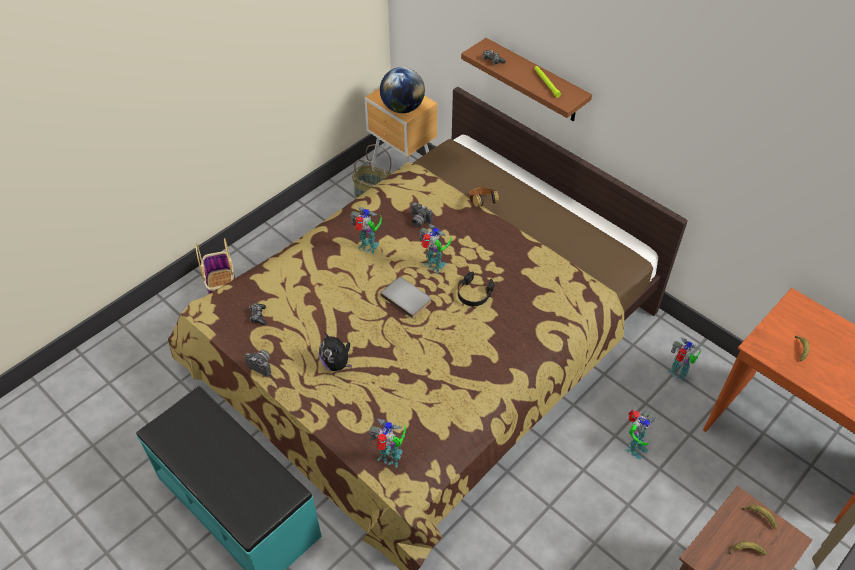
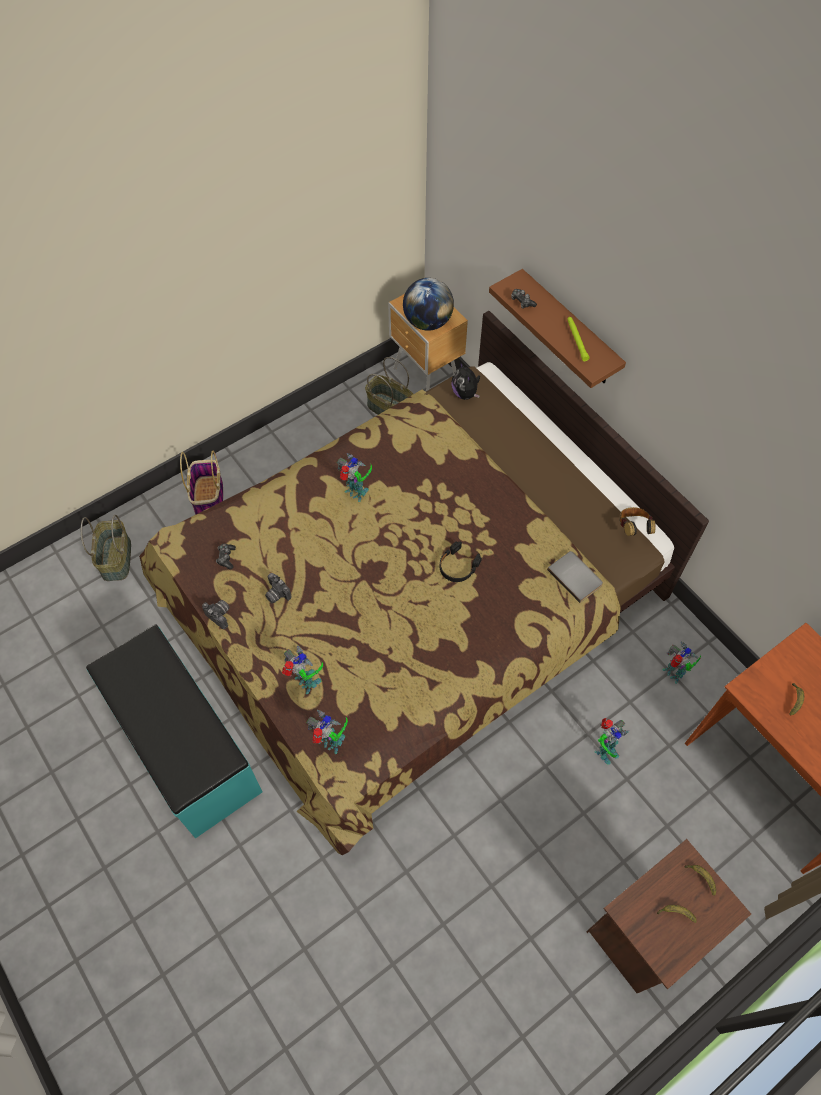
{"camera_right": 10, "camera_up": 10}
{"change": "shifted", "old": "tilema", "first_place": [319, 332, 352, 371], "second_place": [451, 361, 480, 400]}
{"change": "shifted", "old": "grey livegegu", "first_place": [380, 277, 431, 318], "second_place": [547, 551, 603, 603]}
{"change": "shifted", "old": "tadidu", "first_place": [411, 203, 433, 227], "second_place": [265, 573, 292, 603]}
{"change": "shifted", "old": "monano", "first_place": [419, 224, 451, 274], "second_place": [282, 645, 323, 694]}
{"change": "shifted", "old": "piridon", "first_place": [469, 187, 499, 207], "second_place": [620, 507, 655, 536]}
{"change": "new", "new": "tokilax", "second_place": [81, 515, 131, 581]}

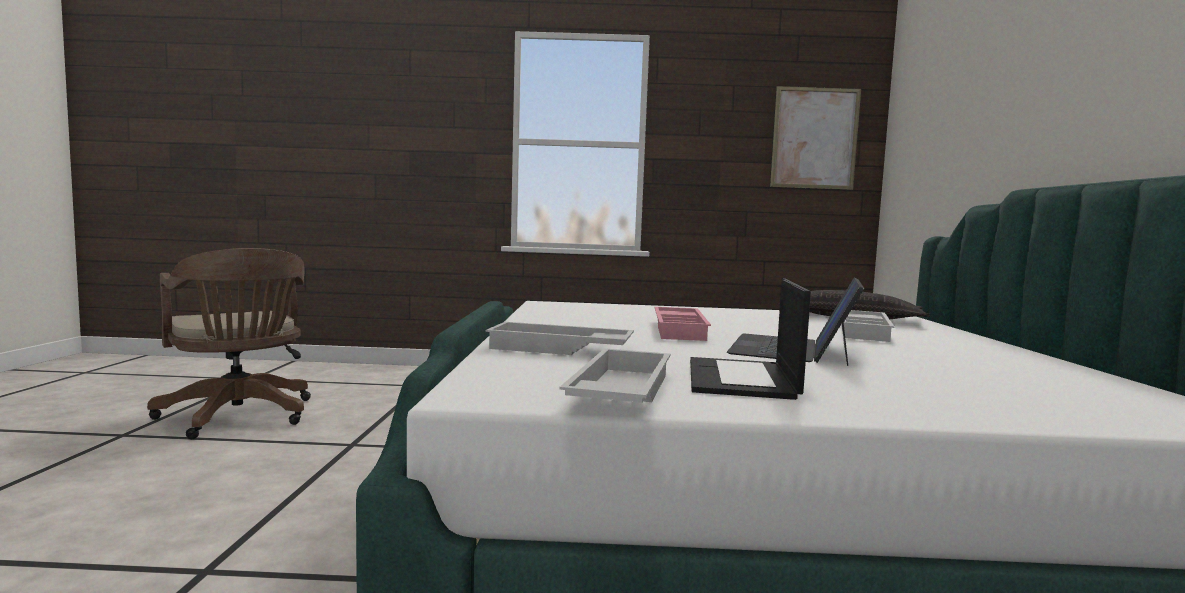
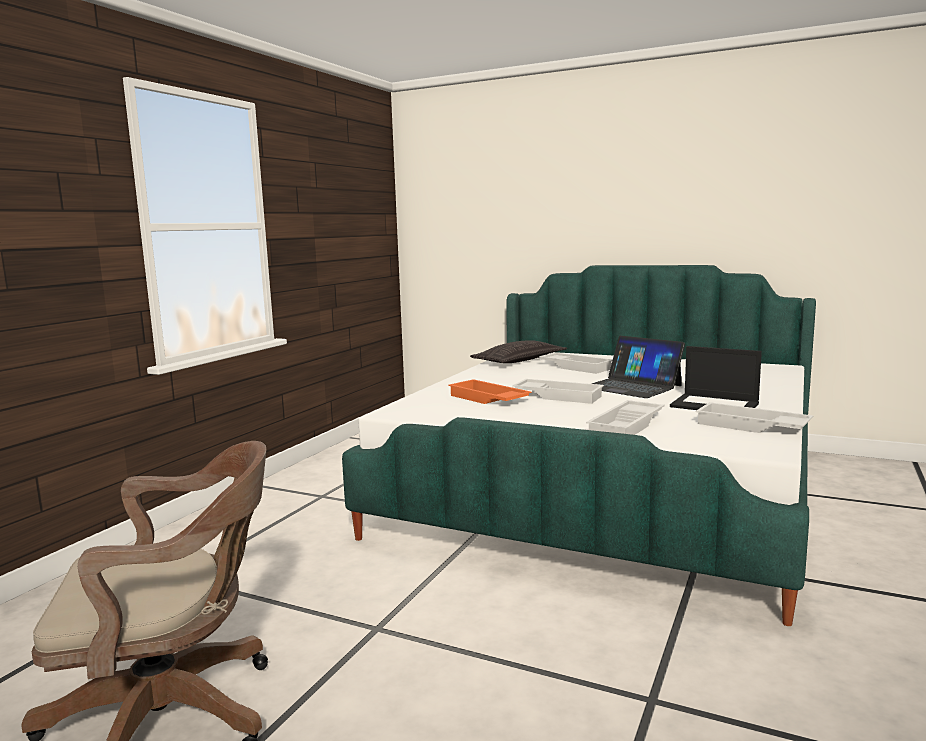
{"camera_right": -65, "camera_up": 5}
{"change": "repainted", "old": "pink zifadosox", "new": "white zifadosox", "first_place": [654, 307, 711, 341], "second_place": [512, 379, 604, 404]}
{"change": "gone", "old": "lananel", "first_place": [770, 86, 861, 190]}
{"change": "new", "new": "orange zifadosox", "second_place": [448, 379, 532, 404]}

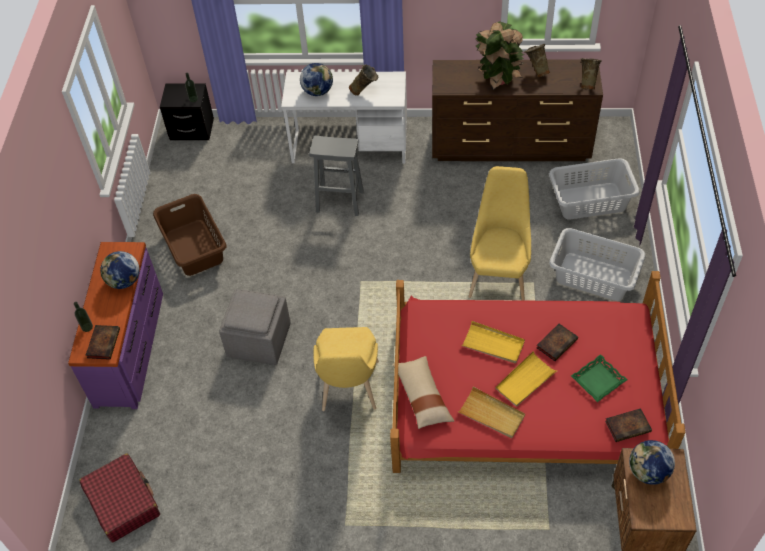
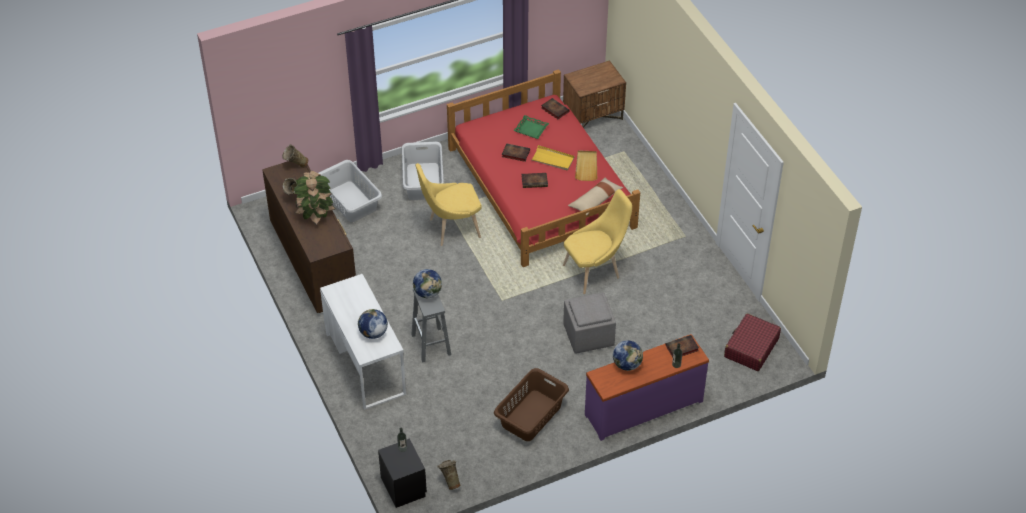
{"camera_right": -120, "camera_up": -5}
{"change": "shifted", "old": "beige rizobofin", "first_place": [349, 64, 379, 96], "second_place": [437, 460, 460, 490]}
{"change": "swapped", "old": "yellow zifadosox", "new": "livegegu", "first_place": [461, 321, 525, 363], "second_place": [521, 173, 548, 188]}
{"change": "shifted", "old": "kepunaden", "first_place": [629, 440, 675, 485], "second_place": [413, 269, 442, 298]}

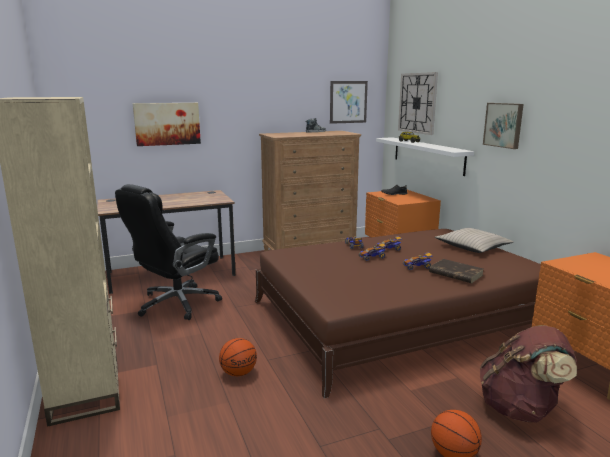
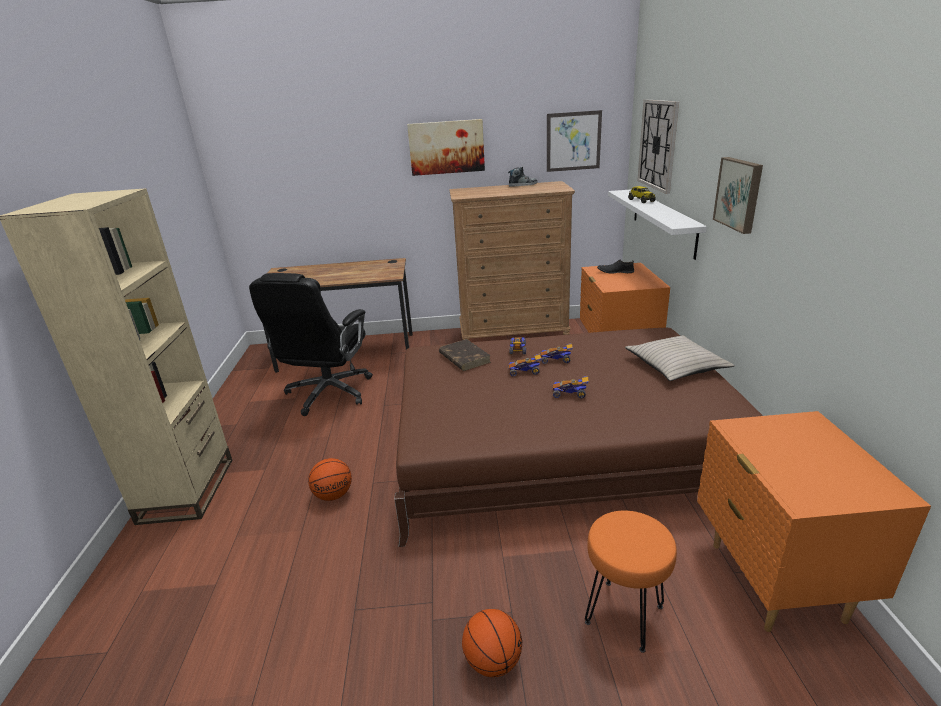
{"camera_right": 20, "camera_up": 10}
{"change": "rotated", "old": "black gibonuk", "first_place": [115, 184, 222, 320], "second_place": [249, 273, 373, 416], "degrees": -45}
{"change": "shifted", "old": "lananel", "first_place": [133, 103, 201, 146], "second_place": [407, 119, 485, 176]}
{"change": "shifted", "old": "brown livegegu", "first_place": [429, 259, 483, 283], "second_place": [439, 339, 491, 371]}
{"change": "swapped", "old": "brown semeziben", "new": "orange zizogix", "first_place": [480, 326, 577, 423], "second_place": [585, 511, 677, 653]}

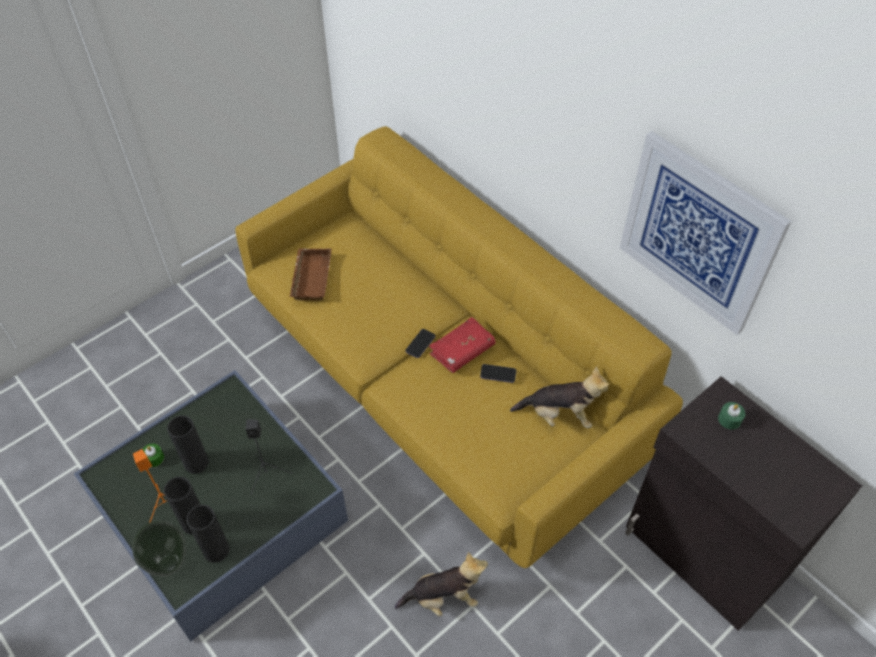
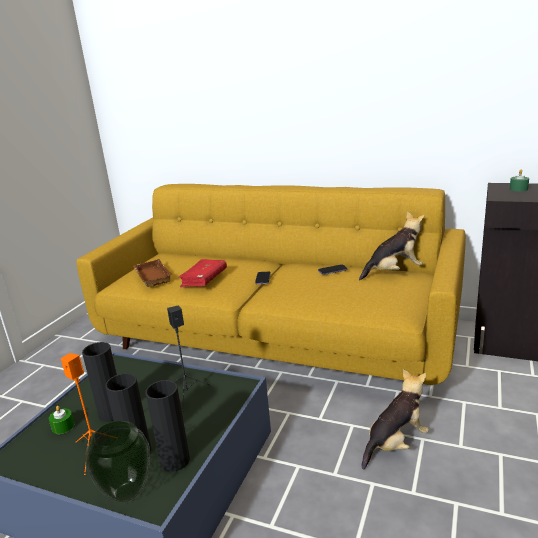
{"camera_right": -25, "camera_up": -30}
{"change": "shifted", "old": "red livegegu", "first_place": [429, 317, 496, 373], "second_place": [178, 259, 227, 287]}
{"change": "gone", "old": "lananel", "first_place": [620, 131, 792, 335]}

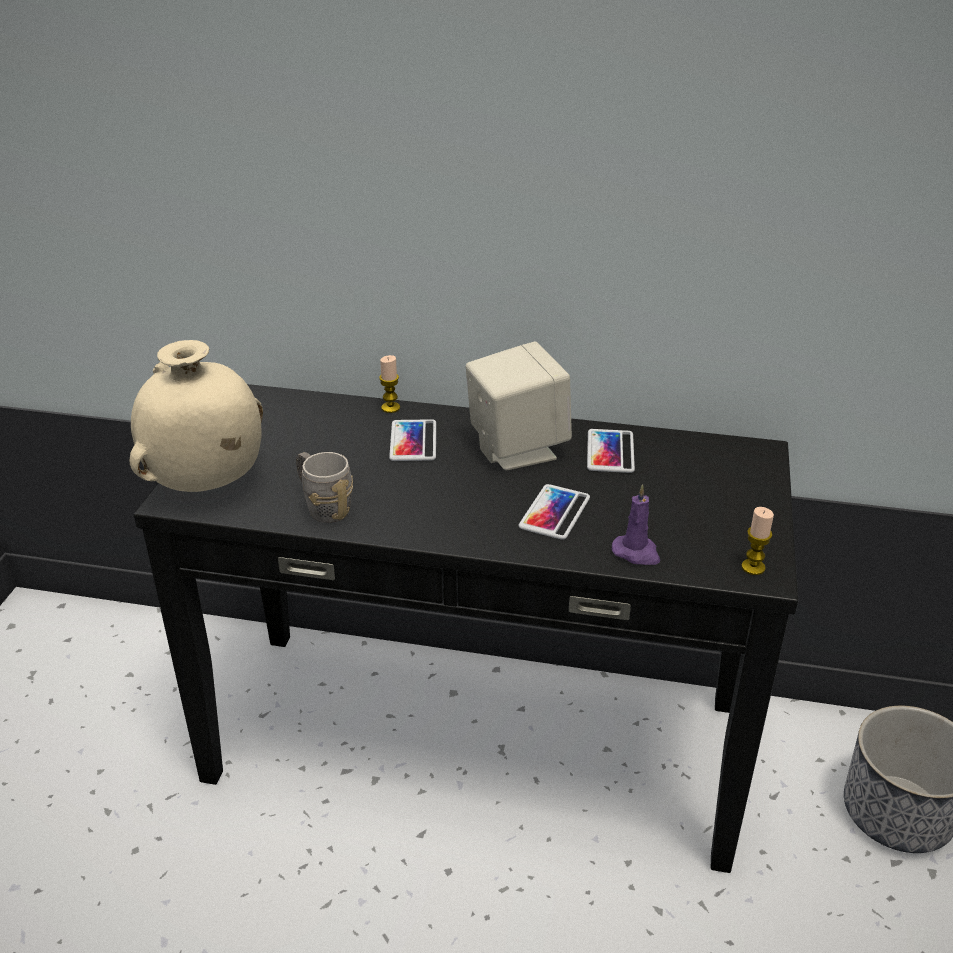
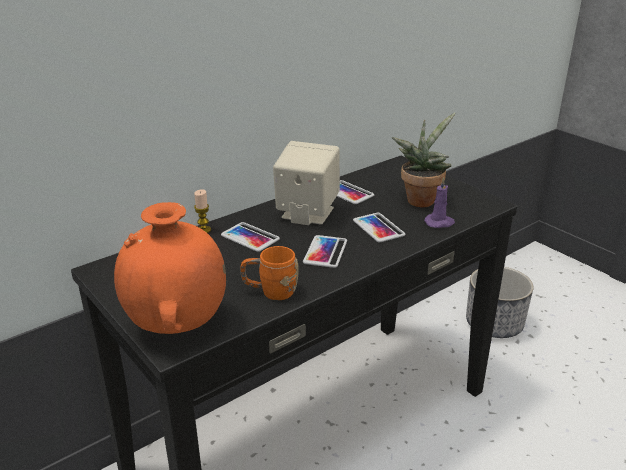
{"camera_right": -50, "camera_up": -5}
{"change": "repainted", "old": "beige rizobofin", "new": "orange rizobofin", "first_place": [130, 340, 263, 492], "second_place": [114, 202, 226, 334]}
{"change": "repainted", "old": "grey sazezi", "new": "orange sazezi", "first_place": [296, 452, 353, 523], "second_place": [241, 246, 299, 300]}
{"change": "gone", "old": "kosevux", "first_place": [741, 507, 774, 575]}
{"change": "new", "new": "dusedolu", "second_place": [303, 235, 347, 268]}
{"change": "new", "new": "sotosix", "second_place": [392, 113, 455, 207]}

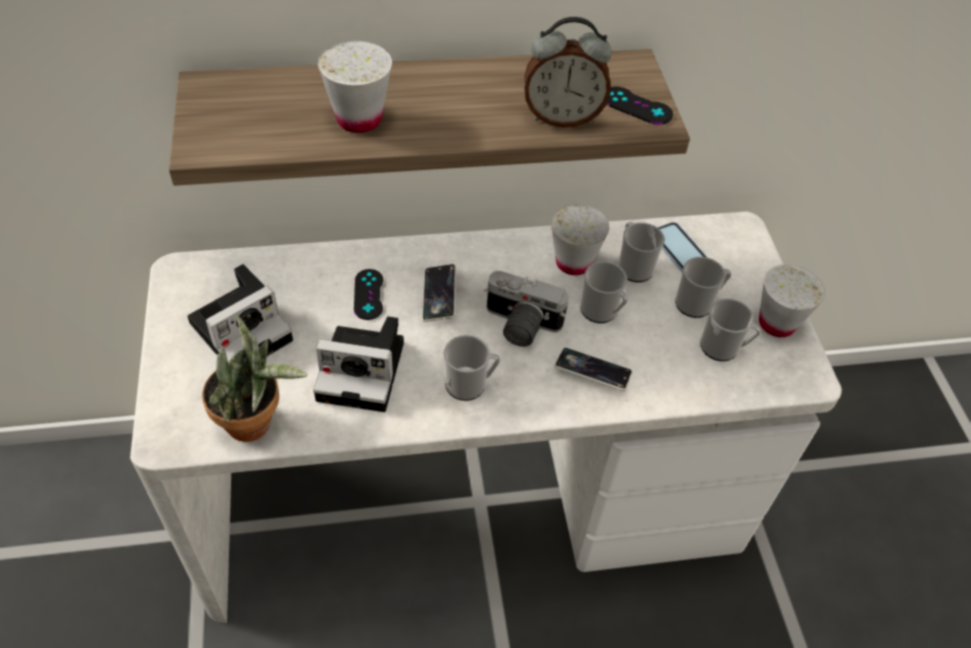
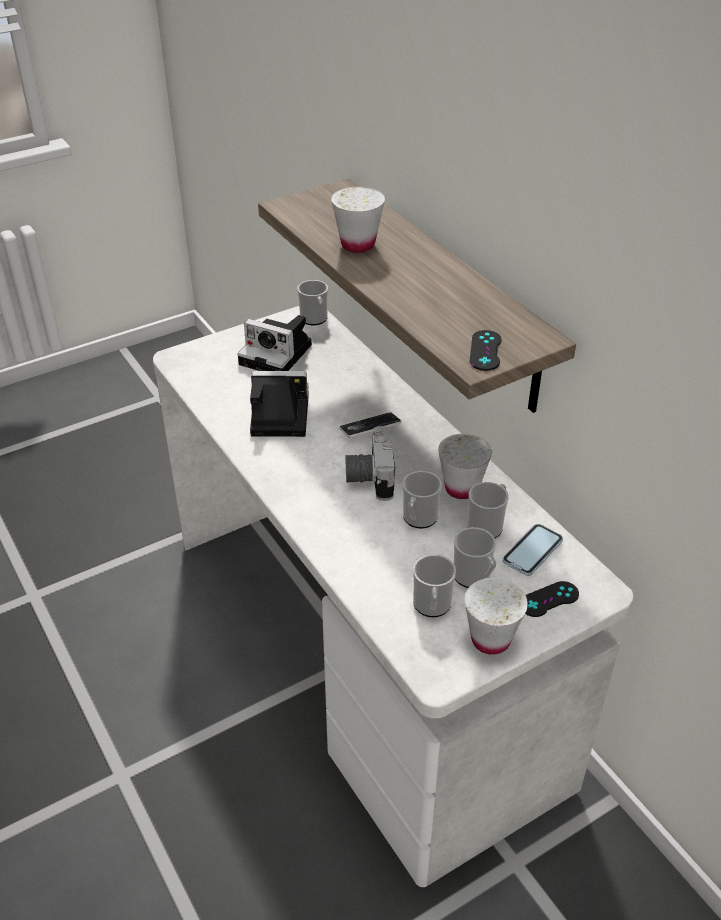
{"camera_right": 70, "camera_up": -10}
{"change": "gone", "old": "sotosix", "first_place": [202, 315, 308, 442]}
{"change": "rotated", "old": "tadidu", "first_place": [313, 316, 404, 412], "second_place": [250, 370, 309, 437], "degrees": 105}
{"change": "shifted", "old": "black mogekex", "first_place": [354, 269, 383, 320], "second_place": [525, 581, 579, 617]}
{"change": "shifted", "old": "sazezi", "first_place": [443, 335, 500, 401], "second_place": [297, 280, 328, 325]}
{"change": "gone", "old": "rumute", "first_place": [524, 17, 612, 128]}
{"change": "gone", "old": "dusedolu", "first_place": [555, 348, 632, 391]}

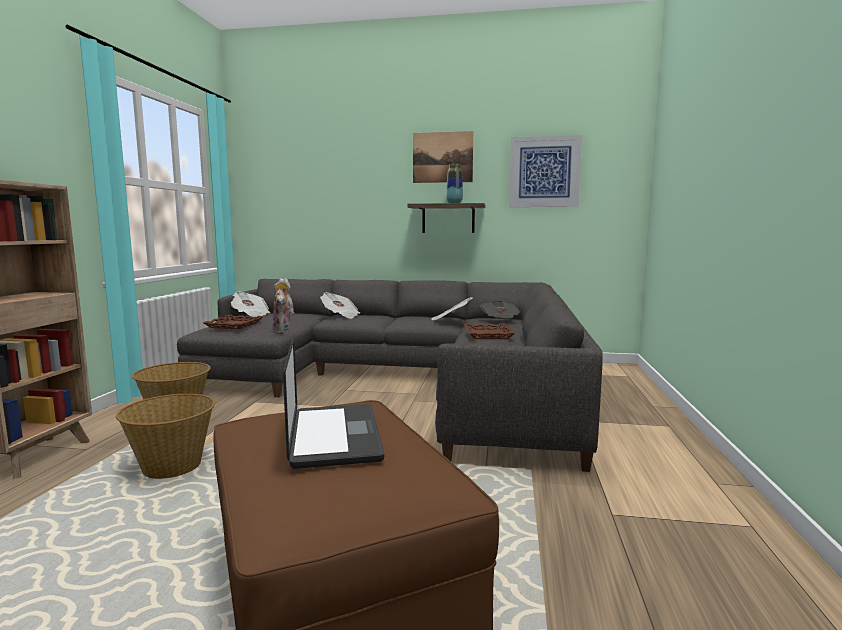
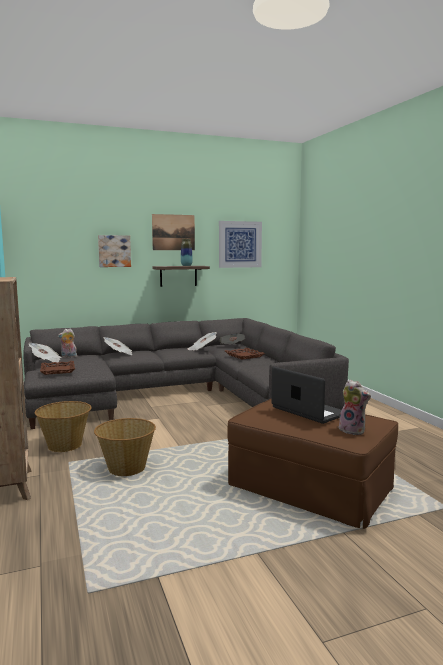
{"camera_right": -30, "camera_up": 0}
{"change": "shifted", "old": "tilema", "first_place": [272, 289, 291, 334], "second_place": [338, 380, 371, 435]}
{"change": "new", "new": "lananel", "second_place": [98, 235, 131, 267]}

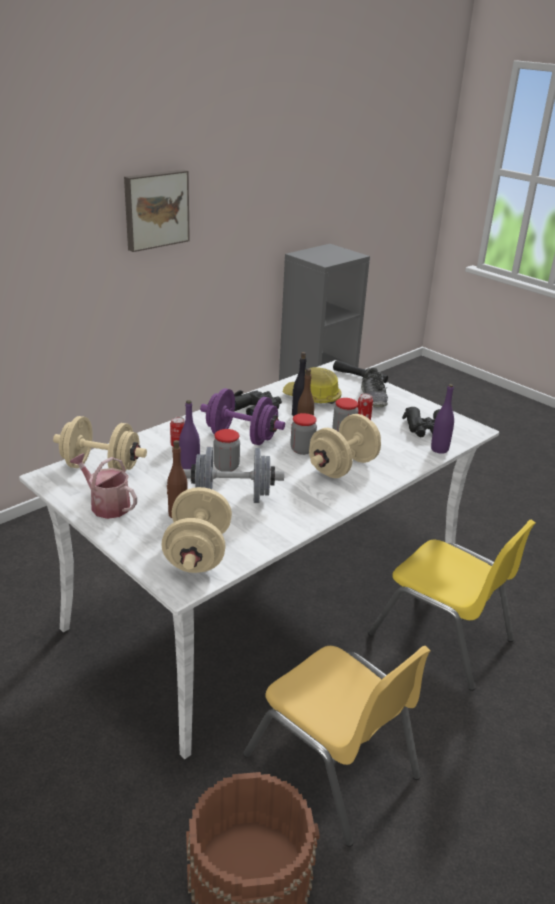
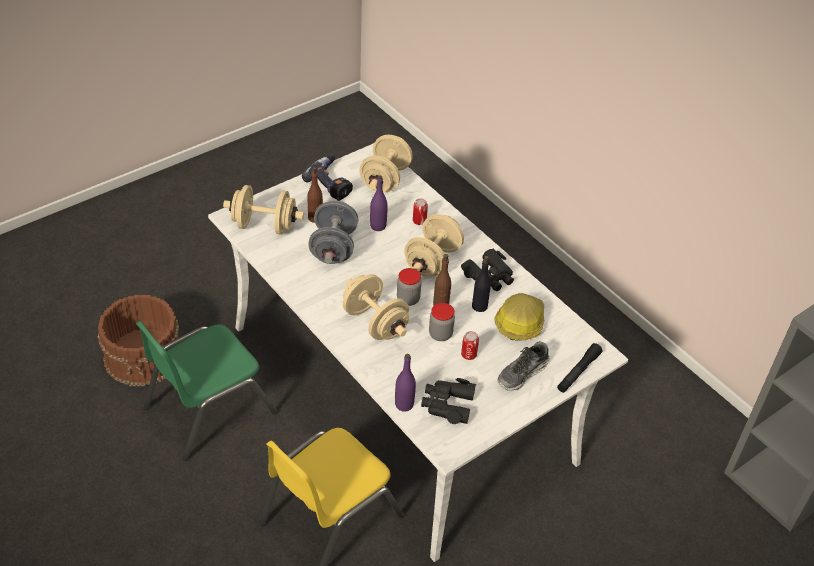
{"camera_right": 95, "camera_up": 15}
{"change": "swapped", "old": "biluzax", "new": "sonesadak", "first_place": [70, 453, 137, 519], "second_place": [302, 154, 353, 201]}
{"change": "gone", "old": "lananel", "first_place": [124, 169, 190, 252]}
{"change": "repainted", "old": "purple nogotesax", "new": "beige nogotesax", "first_place": [200, 388, 285, 445], "second_place": [404, 214, 464, 276]}
{"change": "gone", "old": "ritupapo", "first_place": [213, 429, 240, 472]}
{"change": "repainted", "old": "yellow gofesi", "new": "green gofesi", "first_place": [243, 646, 431, 847], "second_place": [136, 321, 277, 461]}
{"change": "rotated", "old": "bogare", "first_place": [361, 367, 388, 407], "second_place": [497, 341, 549, 391], "degrees": -45}

